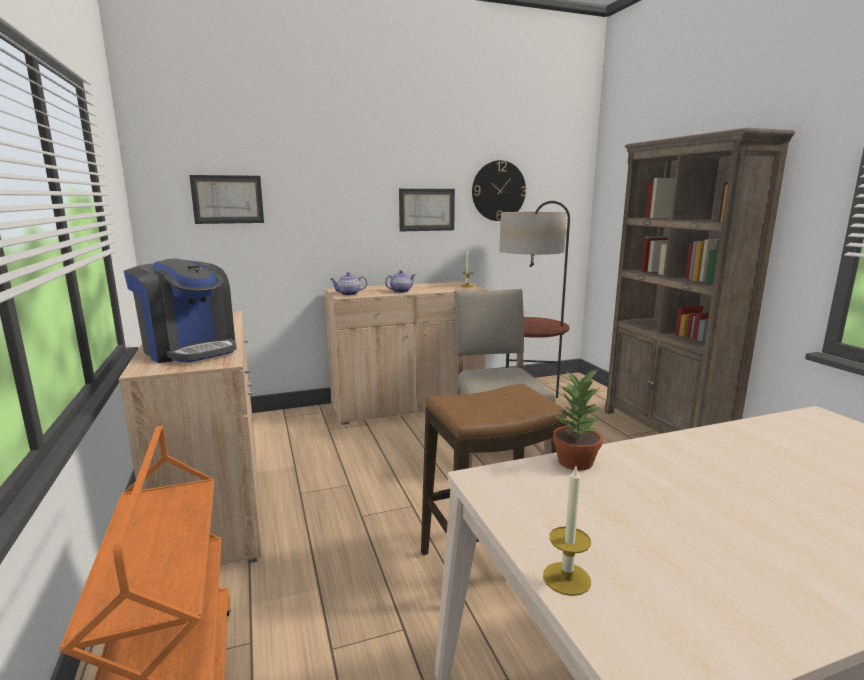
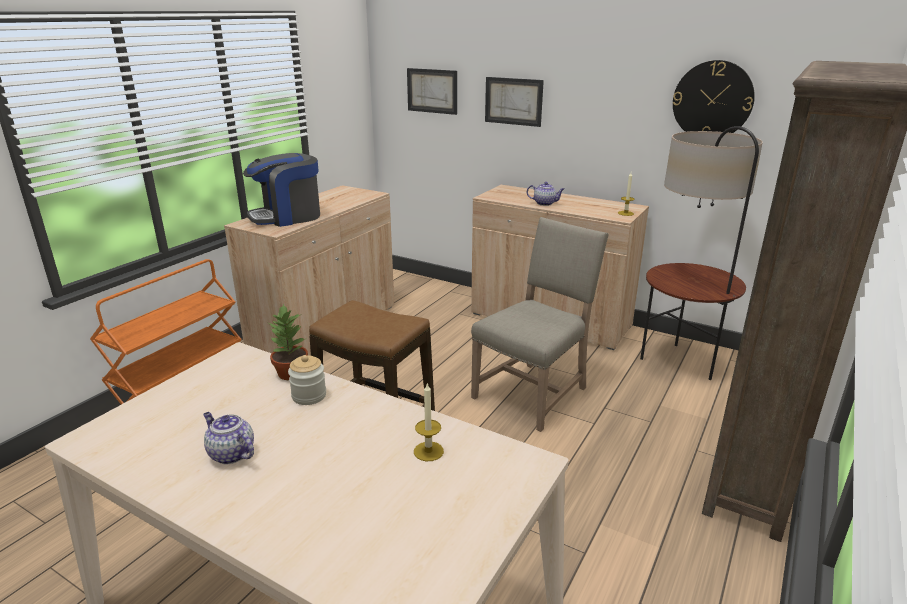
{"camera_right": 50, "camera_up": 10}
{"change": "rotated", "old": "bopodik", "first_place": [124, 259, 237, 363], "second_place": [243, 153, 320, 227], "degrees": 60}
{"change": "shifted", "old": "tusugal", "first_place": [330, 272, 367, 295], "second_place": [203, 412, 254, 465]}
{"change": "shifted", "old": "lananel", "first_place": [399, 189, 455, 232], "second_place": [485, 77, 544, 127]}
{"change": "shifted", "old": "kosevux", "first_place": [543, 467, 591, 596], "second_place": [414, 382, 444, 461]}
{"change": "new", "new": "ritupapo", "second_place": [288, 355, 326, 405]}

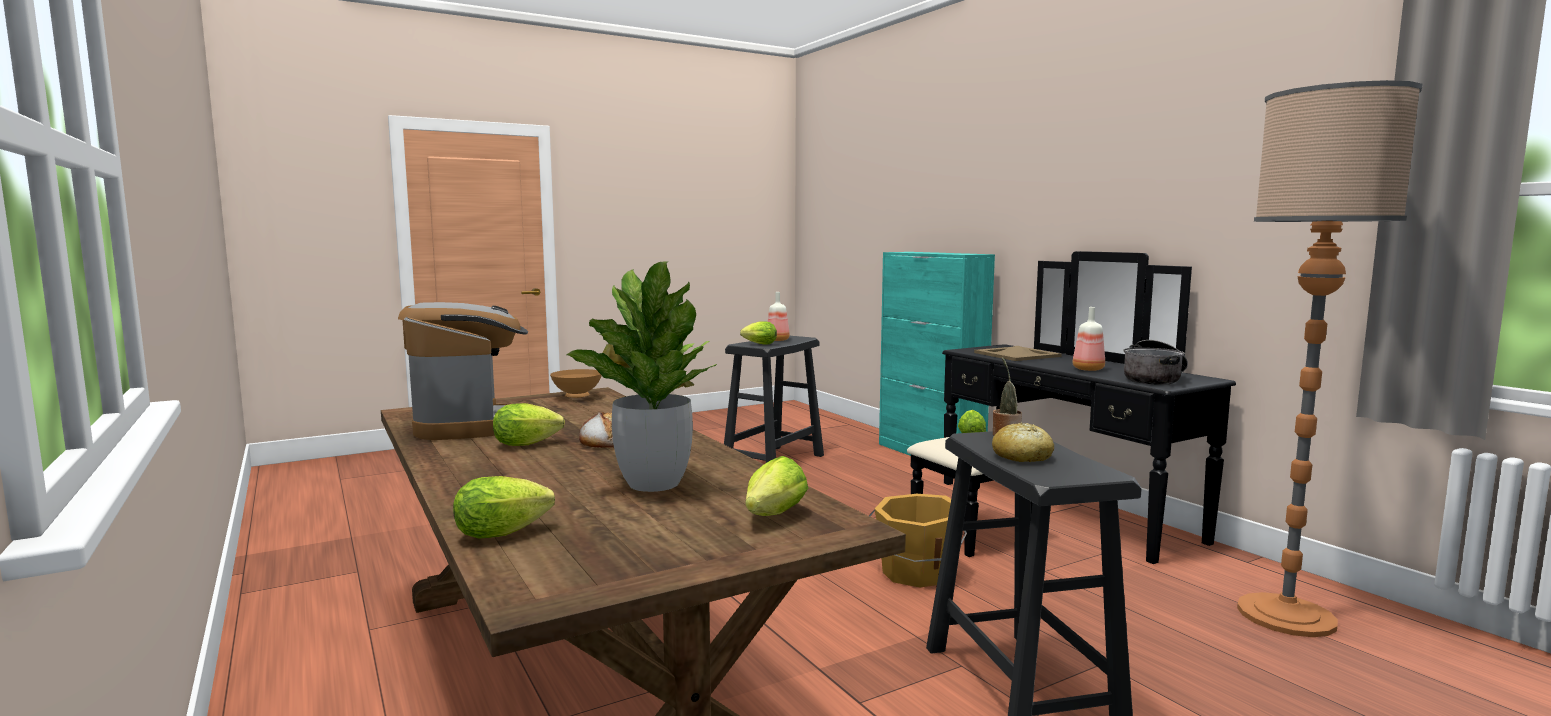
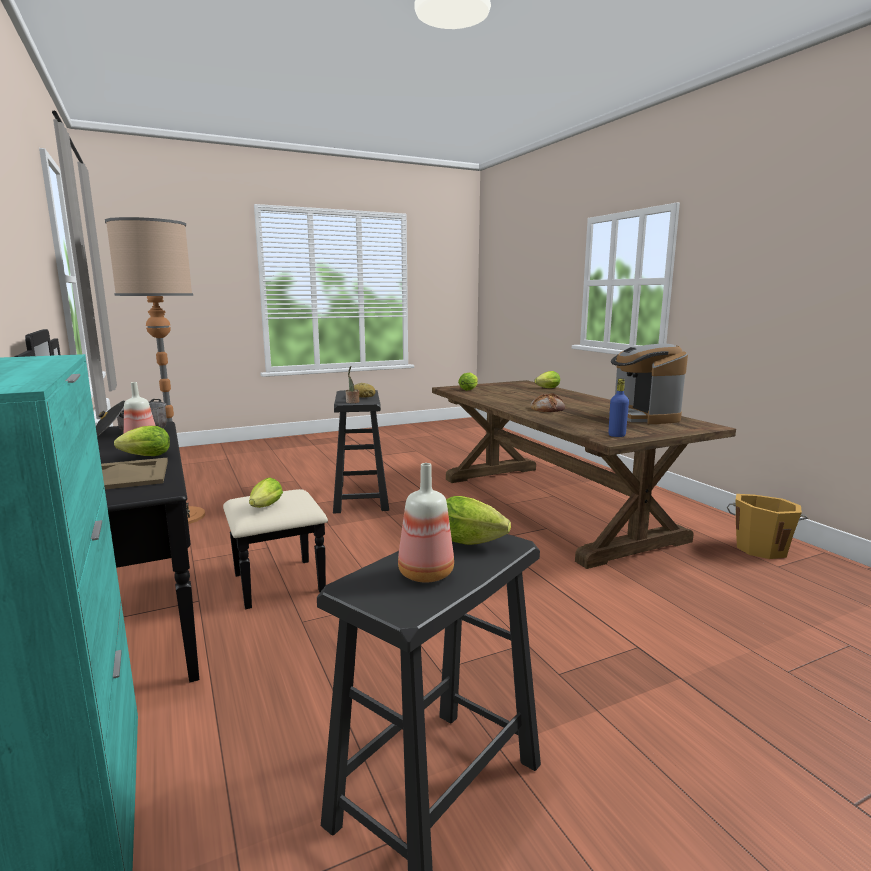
{"camera_right": -175, "camera_up": 5}
{"change": "shifted", "old": "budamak", "first_place": [493, 403, 565, 446], "second_place": [114, 426, 170, 456]}
{"change": "swapped", "old": "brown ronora", "new": "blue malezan", "first_place": [550, 369, 602, 398], "second_place": [608, 379, 629, 437]}
{"change": "gone", "old": "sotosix", "first_place": [566, 261, 717, 492]}
{"change": "shifted", "old": "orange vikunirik", "first_place": [869, 494, 967, 587], "second_place": [727, 494, 808, 559]}

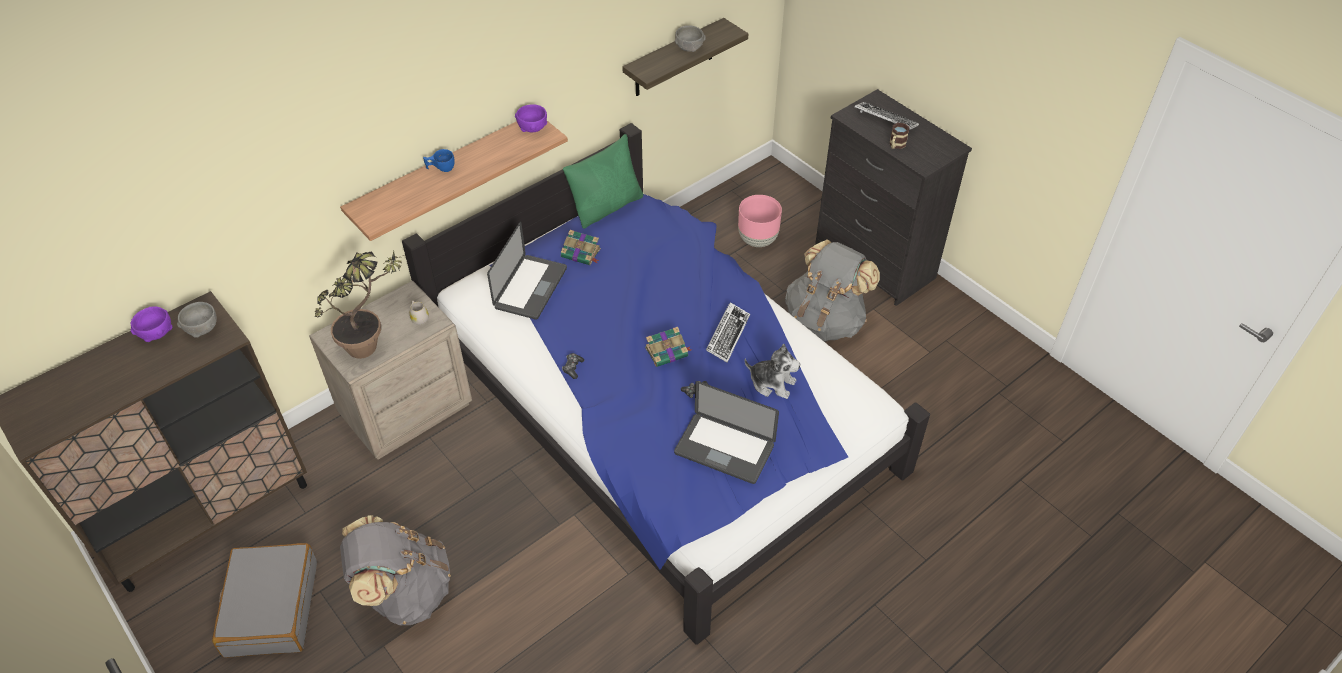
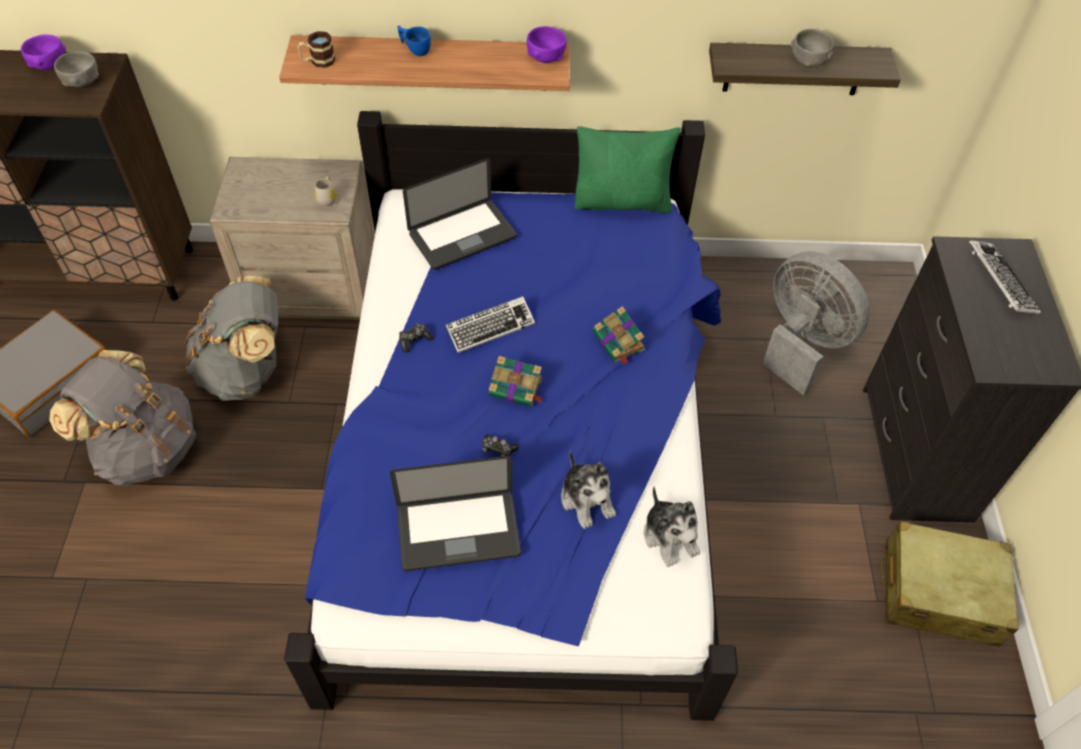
{"camera_right": 40, "camera_up": 5}
{"change": "gone", "old": "sotosix", "first_place": [314, 251, 404, 359]}
{"change": "shifted", "old": "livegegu", "first_place": [561, 230, 601, 265], "second_place": [593, 306, 645, 365]}
{"change": "rotated", "old": "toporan", "first_place": [674, 381, 779, 484], "second_place": [390, 456, 521, 571], "degrees": -75}
{"change": "shifted", "old": "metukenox", "first_place": [706, 302, 750, 362], "second_place": [445, 296, 535, 353]}
{"change": "swapped", "old": "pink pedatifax", "new": "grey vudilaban", "first_place": [738, 195, 782, 247], "second_place": [762, 251, 870, 395]}
{"change": "shifted", "old": "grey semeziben", "first_place": [785, 240, 880, 342], "second_place": [185, 276, 278, 401]}
{"change": "shifted", "old": "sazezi", "first_place": [890, 123, 909, 149], "second_place": [298, 31, 335, 68]}
{"change": "new", "new": "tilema", "second_place": [644, 486, 700, 567]}
{"change": "new", "new": "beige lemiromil", "second_place": [880, 521, 1019, 647]}

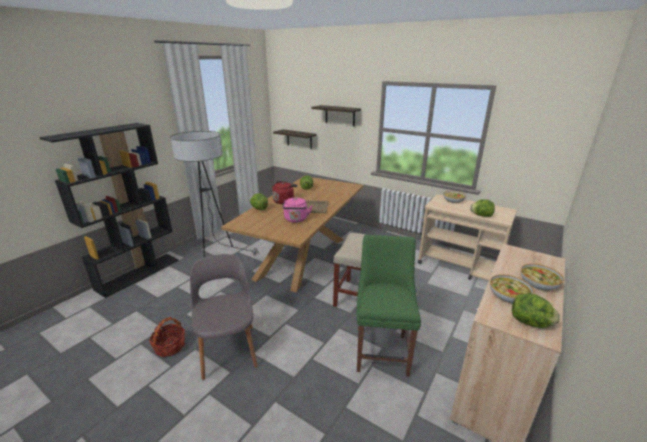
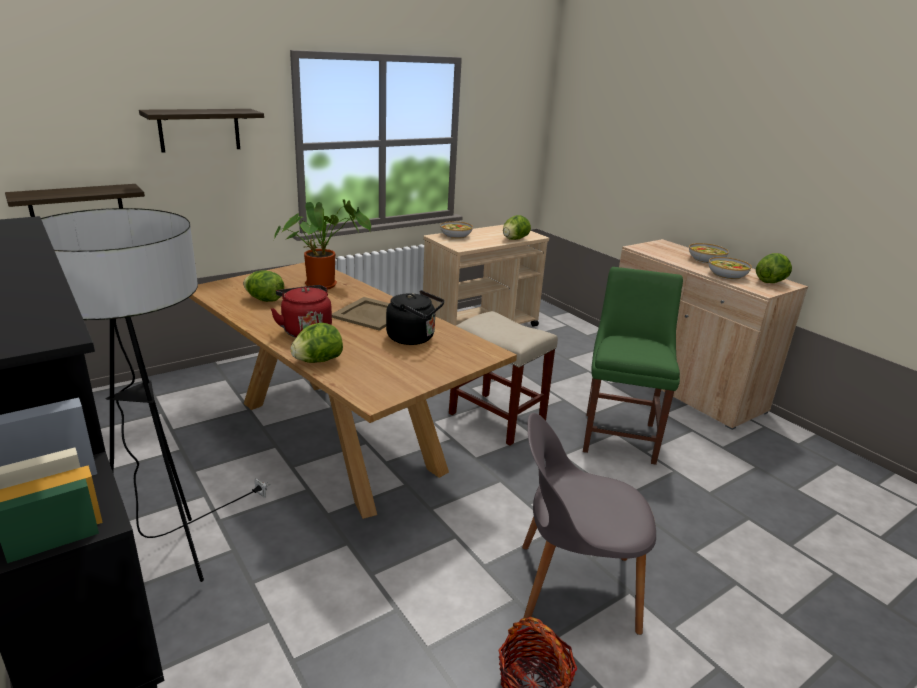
{"camera_right": -70, "camera_up": 0}
{"change": "repainted", "old": "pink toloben", "new": "black toloben", "first_place": [283, 198, 313, 223], "second_place": [386, 290, 444, 345]}
{"change": "rotated", "old": "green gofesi", "first_place": [356, 235, 421, 377], "second_place": [583, 267, 683, 465], "degrees": 75}
{"change": "new", "new": "sotosix", "second_place": [274, 199, 371, 290]}

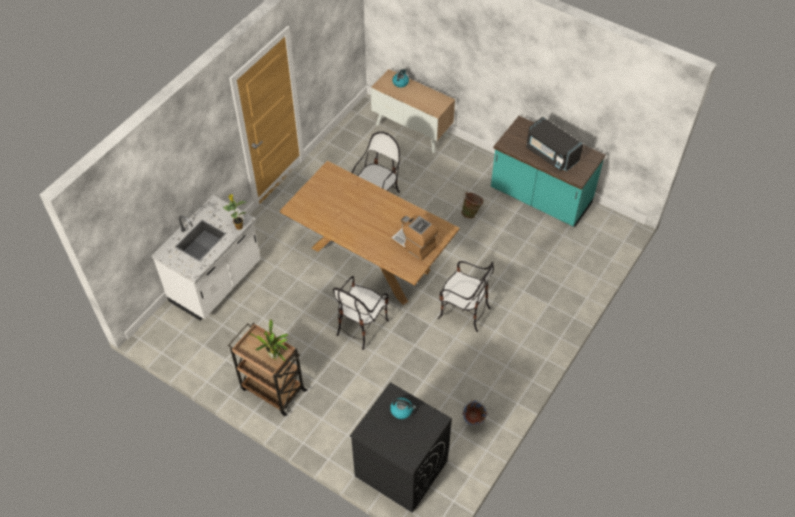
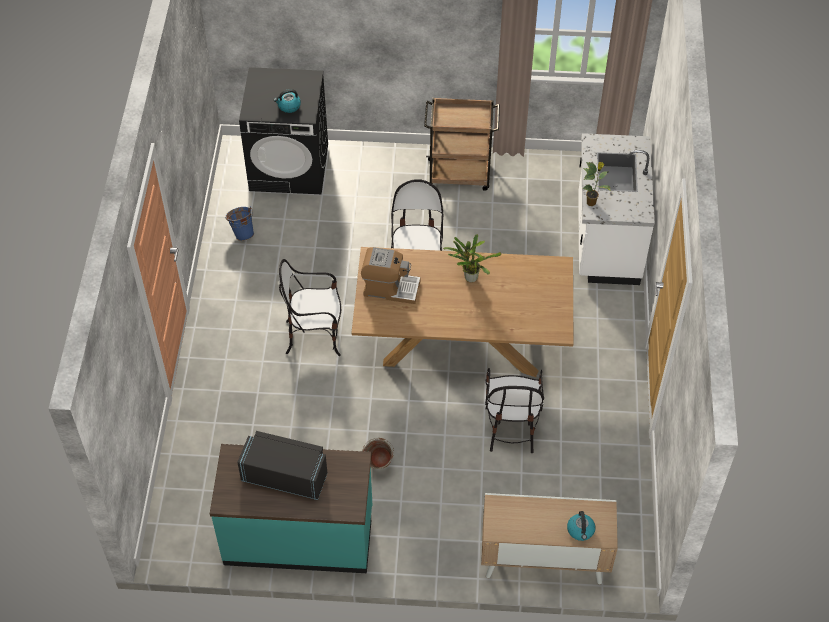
{"camera_right": 150, "camera_up": 0}
{"change": "shifted", "old": "sotosix", "first_place": [249, 319, 289, 361], "second_place": [443, 234, 501, 282]}

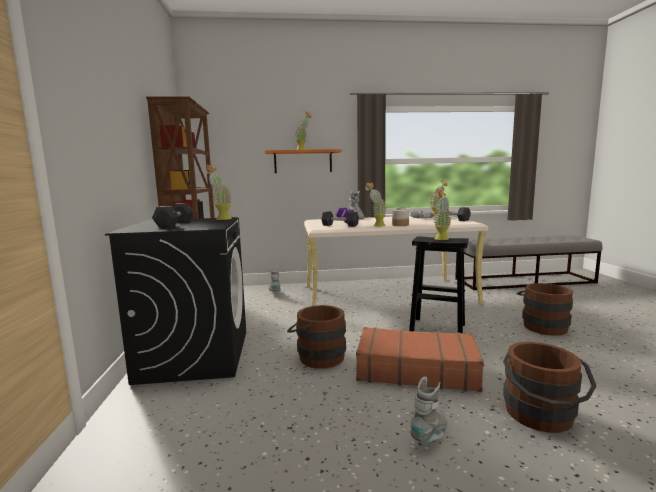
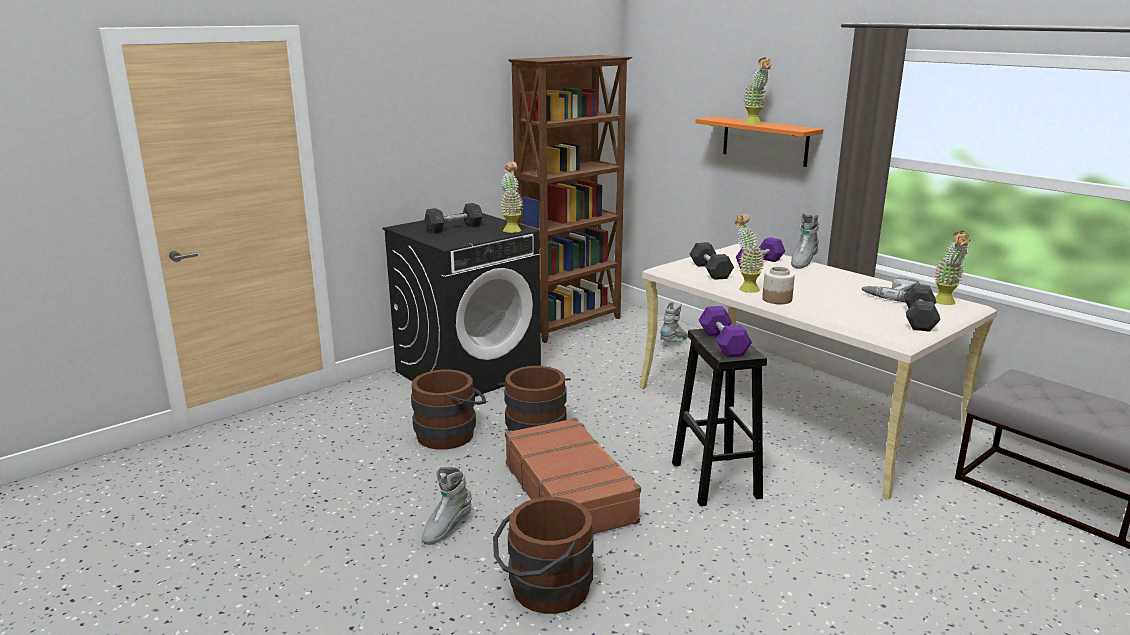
{"camera_right": 55, "camera_up": 10}
{"change": "rotated", "old": "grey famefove", "first_place": [410, 376, 447, 443], "second_place": [422, 466, 472, 545], "degrees": 120}
{"change": "swapped", "old": "sotosix", "new": "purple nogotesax", "first_place": [433, 188, 451, 240], "second_place": [699, 306, 752, 357]}
{"change": "shifted", "old": "brown vikunirik", "first_place": [517, 283, 573, 336], "second_place": [411, 370, 486, 450]}

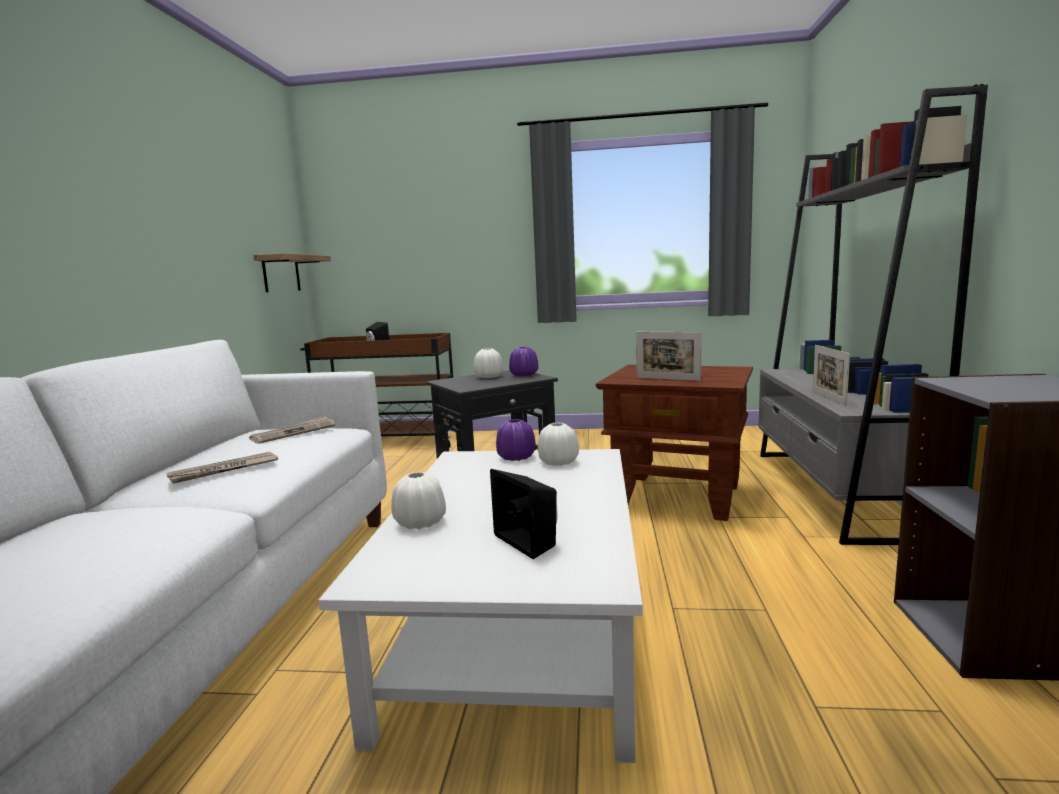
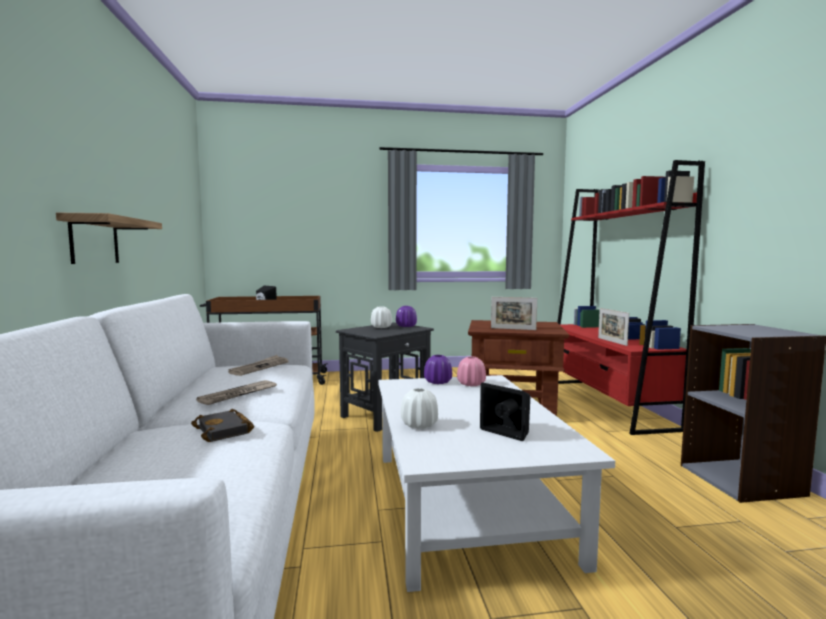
{"camera_right": -15, "camera_up": -5}
{"change": "shifted", "old": "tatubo", "first_place": [253, 253, 331, 292], "second_place": [56, 213, 162, 264]}
{"change": "repainted", "old": "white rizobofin", "new": "pink rizobofin", "first_place": [538, 423, 579, 466], "second_place": [457, 356, 486, 386]}
{"change": "repainted", "old": "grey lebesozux", "new": "red lebesozux", "first_place": [758, 84, 988, 545], "second_place": [557, 160, 705, 435]}
{"change": "new", "new": "black livegegu", "second_place": [191, 409, 254, 442]}

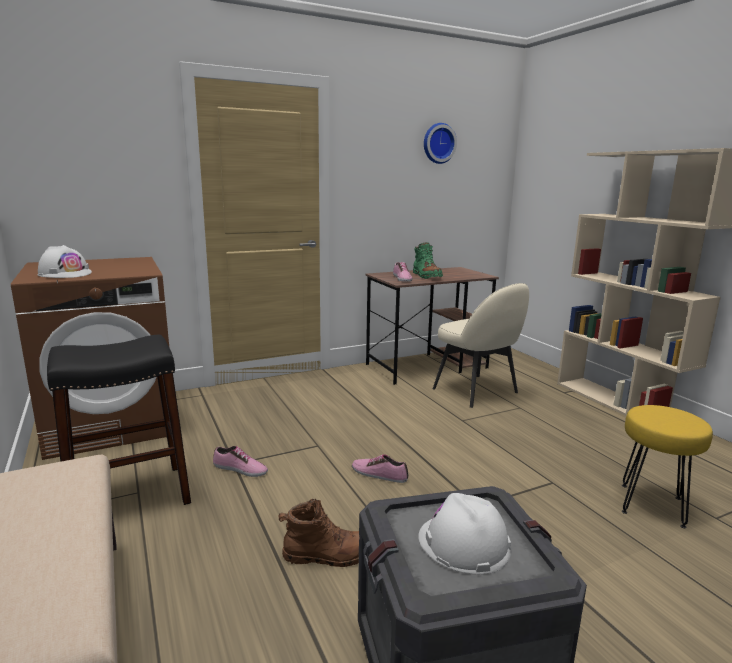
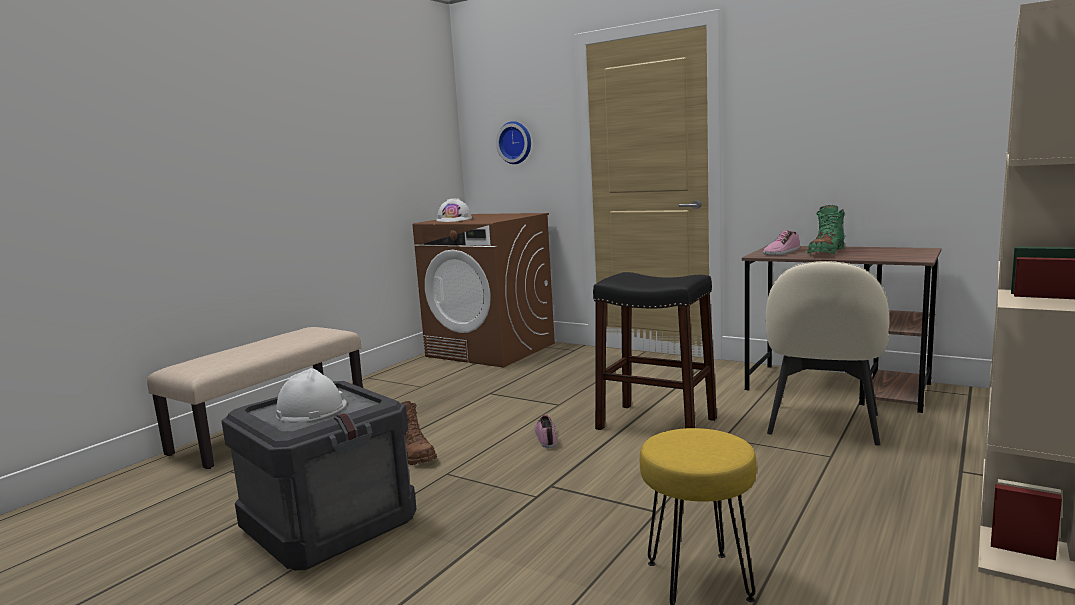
{"camera_right": 60, "camera_up": -5}
{"change": "shifted", "old": "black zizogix", "first_place": [47, 335, 191, 505], "second_place": [593, 272, 717, 430]}
{"change": "gone", "old": "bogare", "first_place": [213, 446, 268, 477]}
{"change": "shifted", "old": "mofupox", "first_place": [424, 123, 457, 164], "second_place": [496, 121, 531, 164]}

